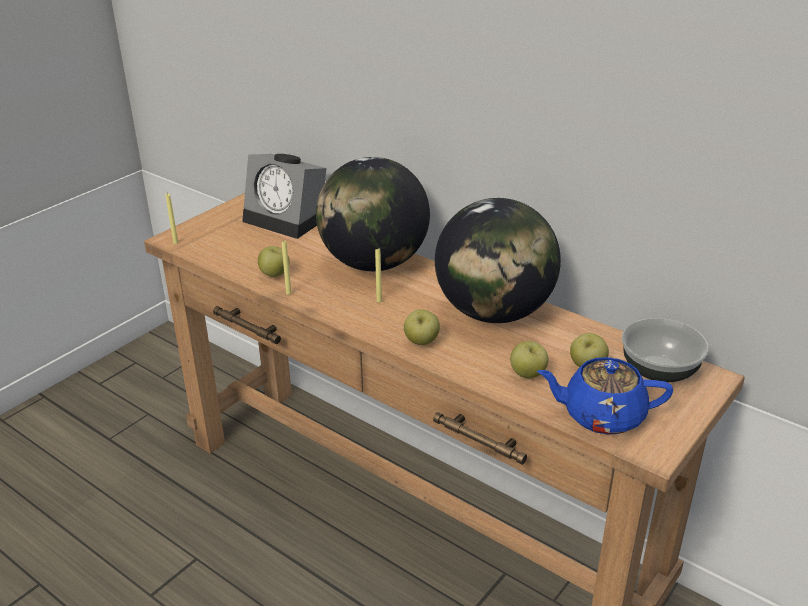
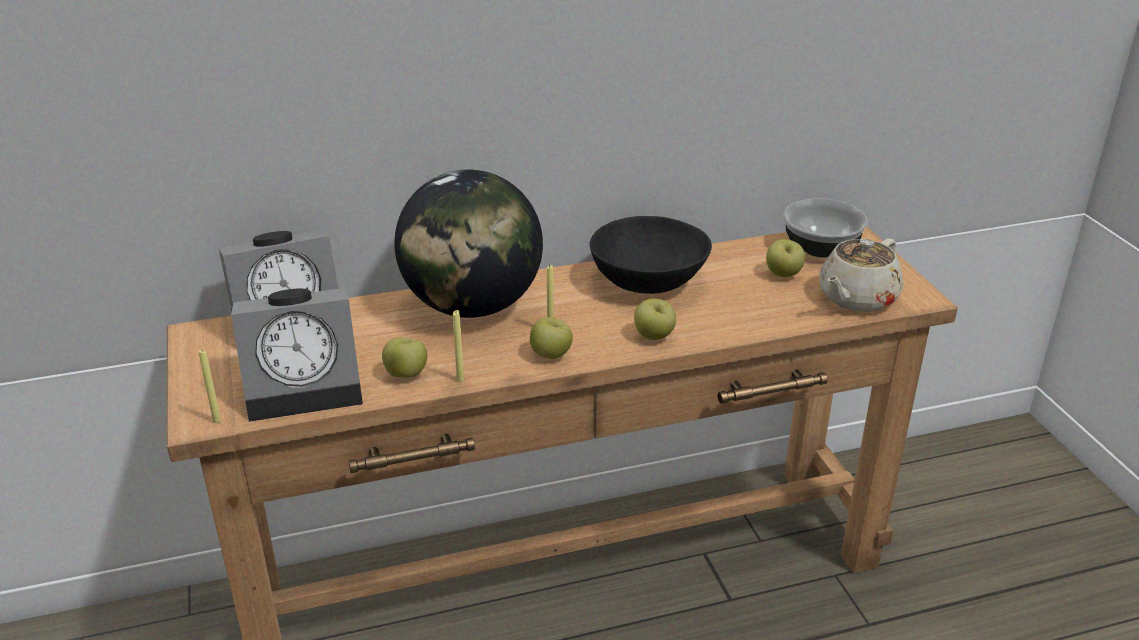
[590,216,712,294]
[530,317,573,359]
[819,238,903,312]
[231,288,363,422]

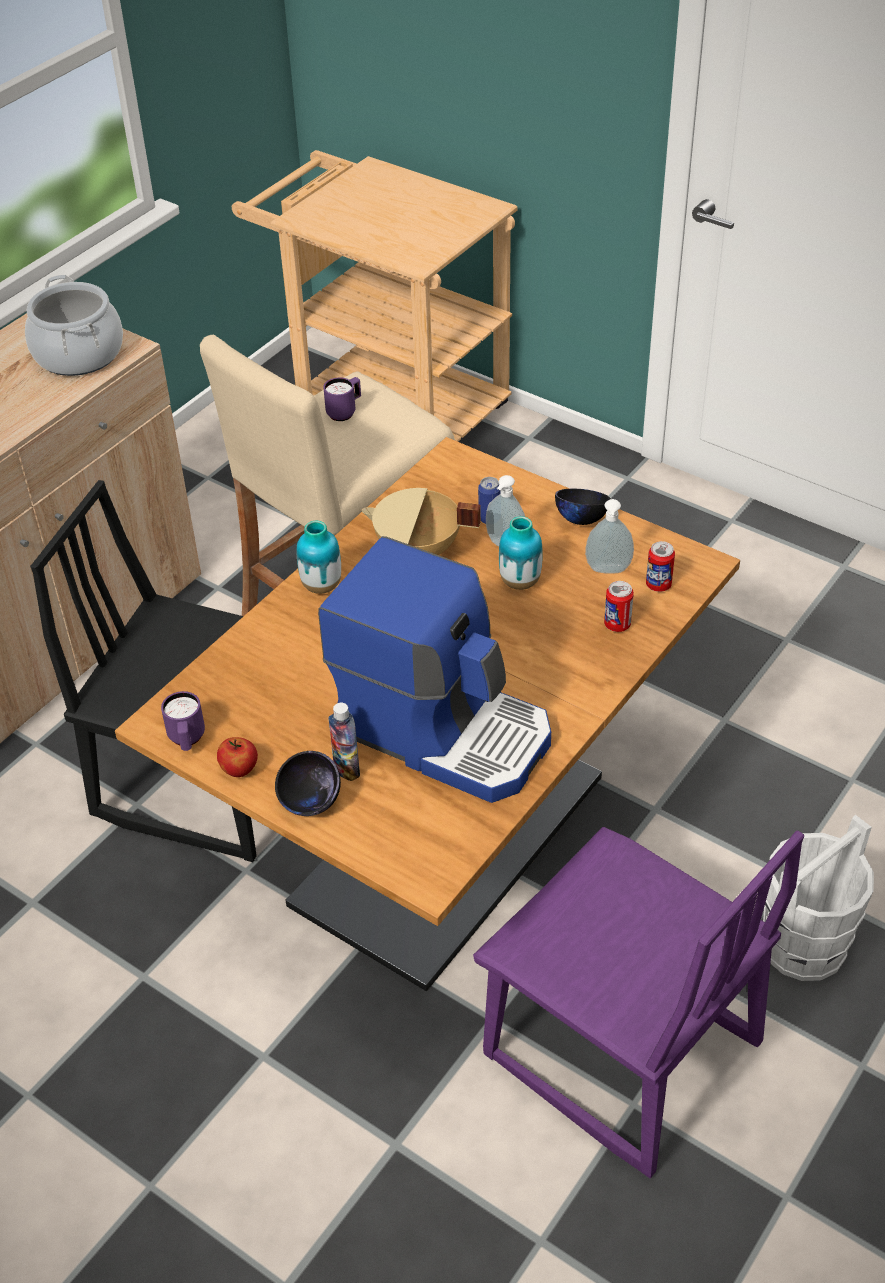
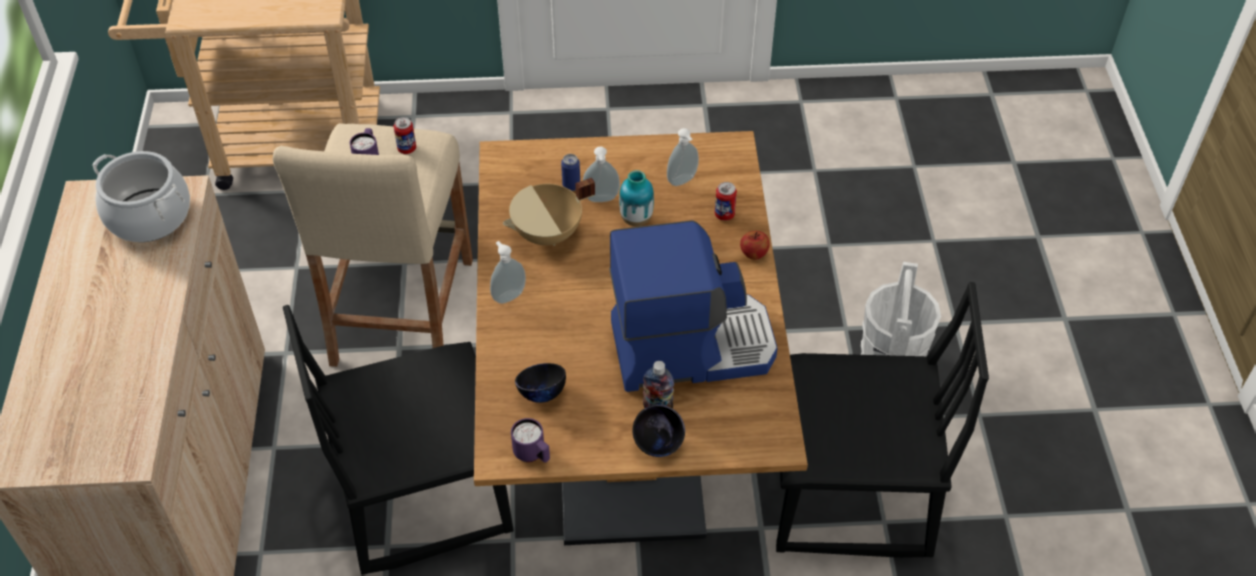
[515,363,566,403]
[490,241,526,304]
[394,117,416,154]
[740,231,770,260]
[776,282,989,558]

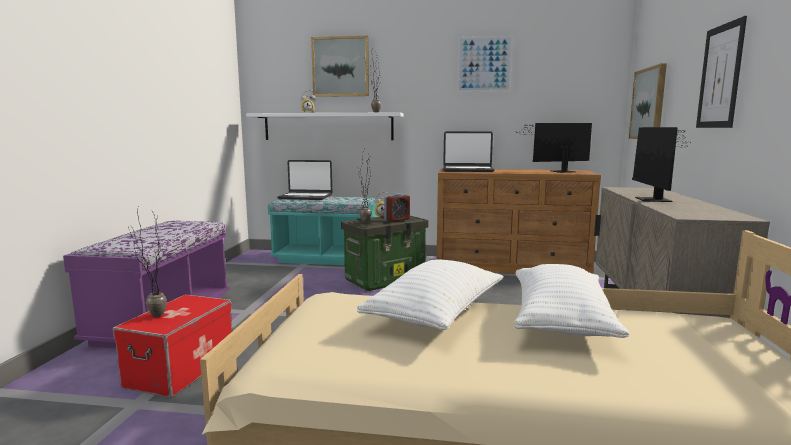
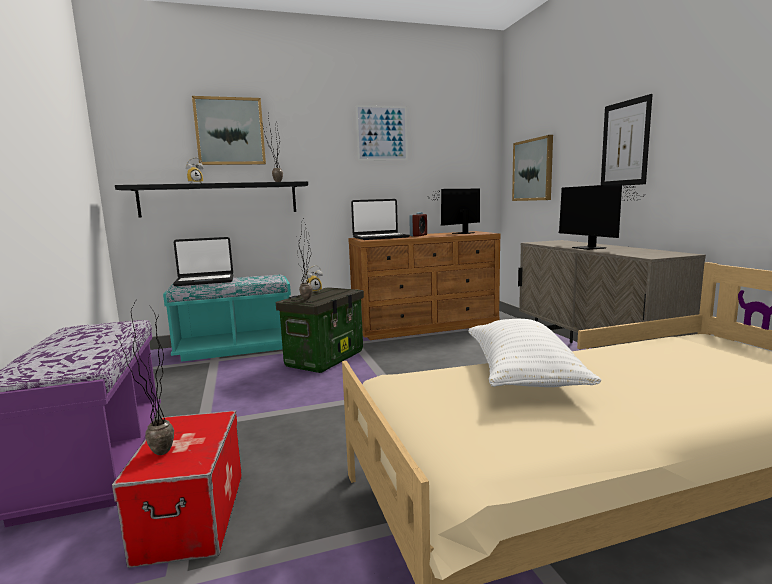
[115,181,308,218]
[409,212,427,236]
[514,264,630,338] (first image)

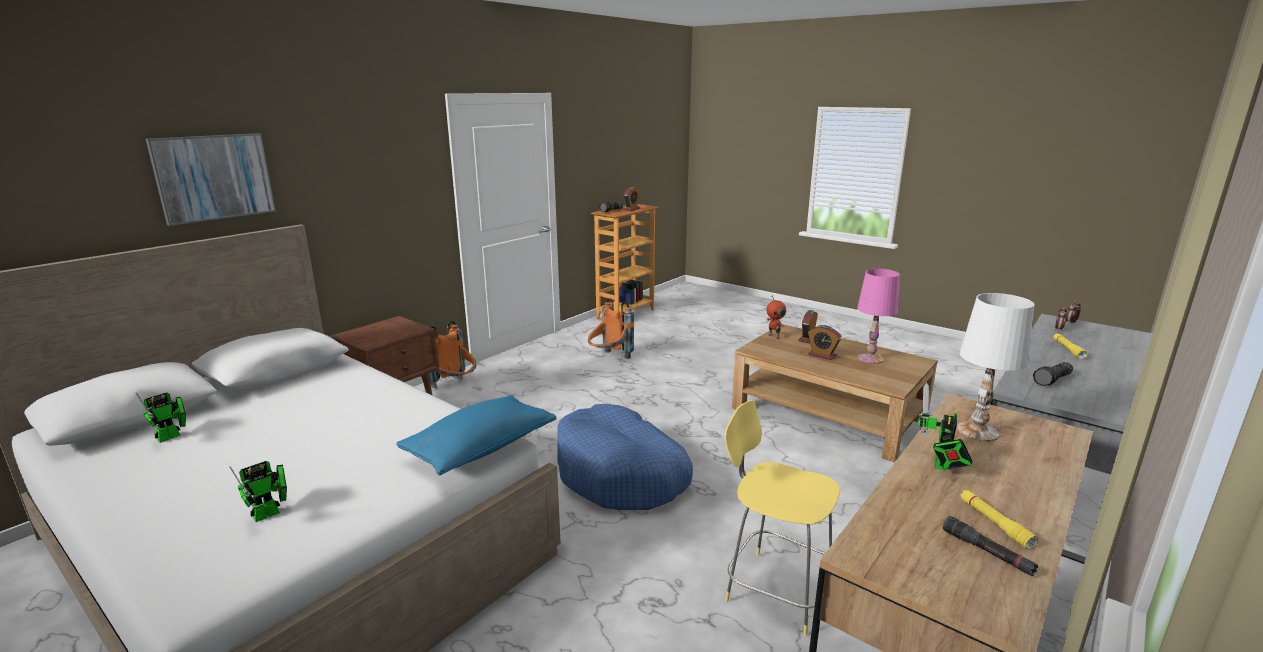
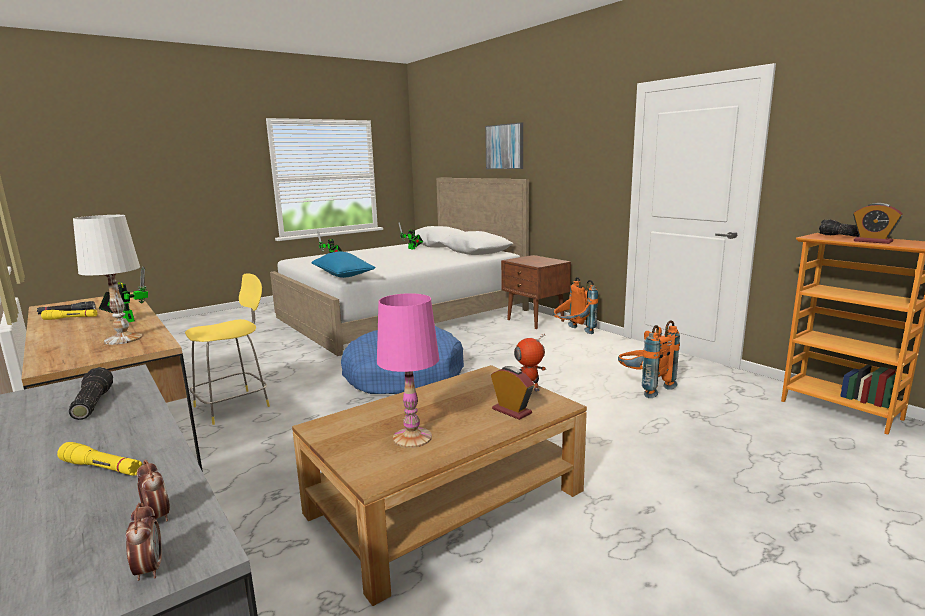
[808,325,842,360] (first image)

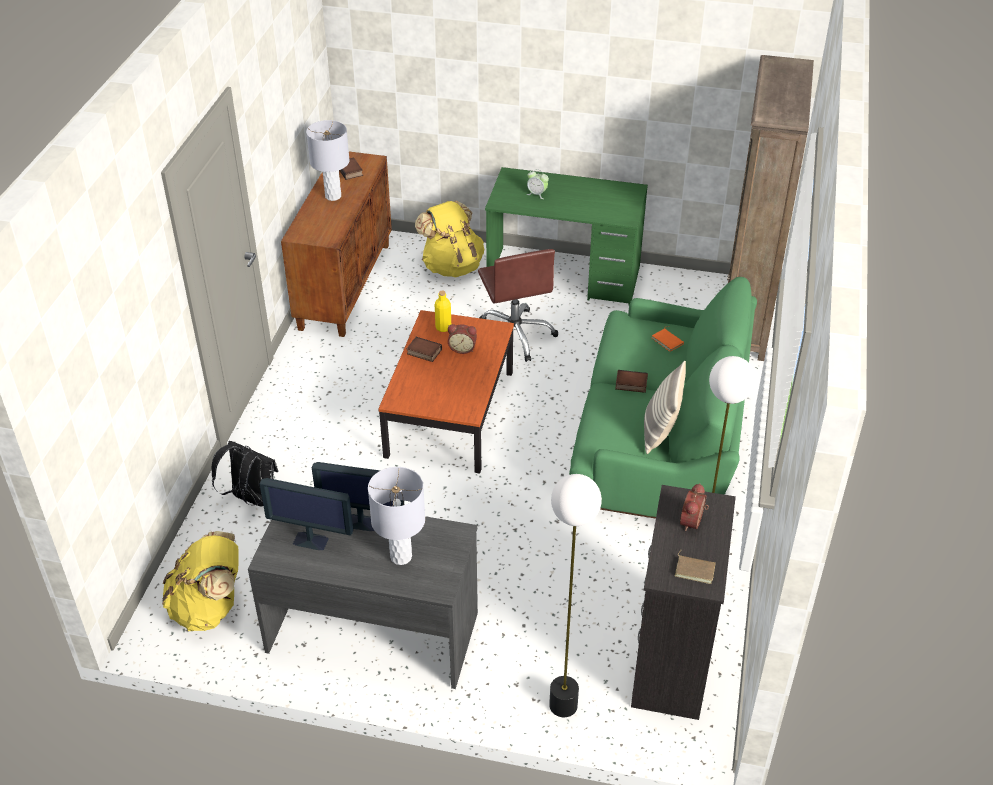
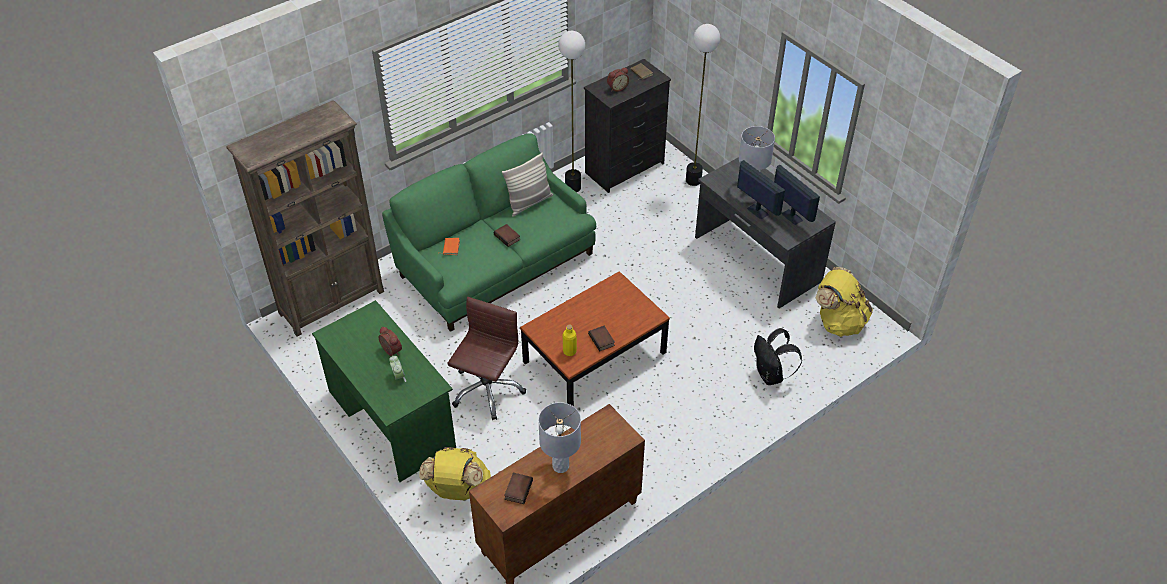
[378,327,402,356]

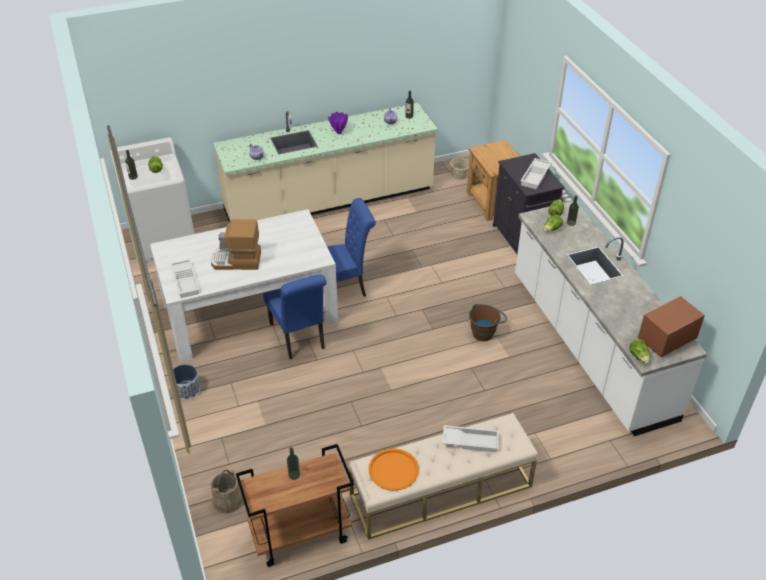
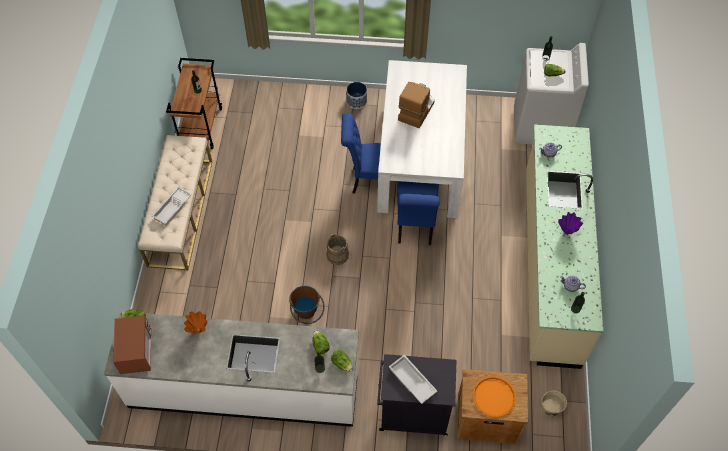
[171,259,199,298] (first image)
[473,376,516,417]
[326,234,349,265]
[184,311,207,334]

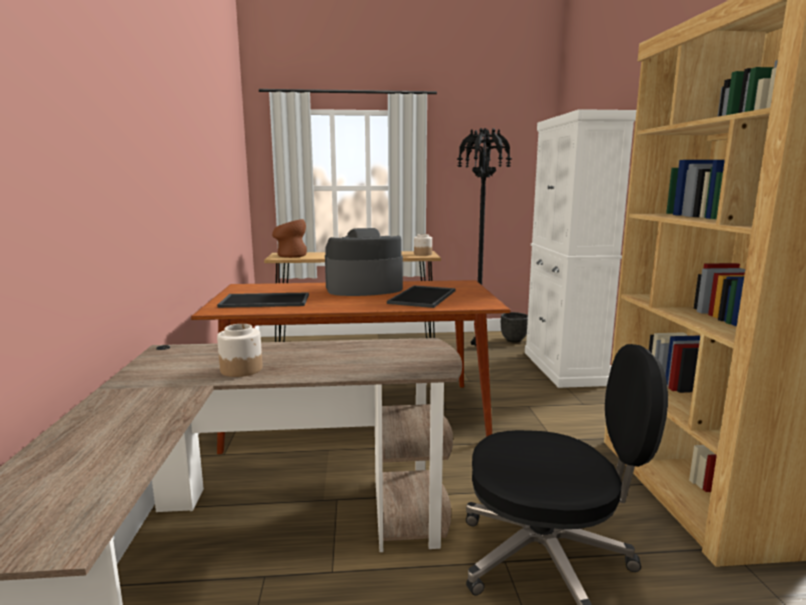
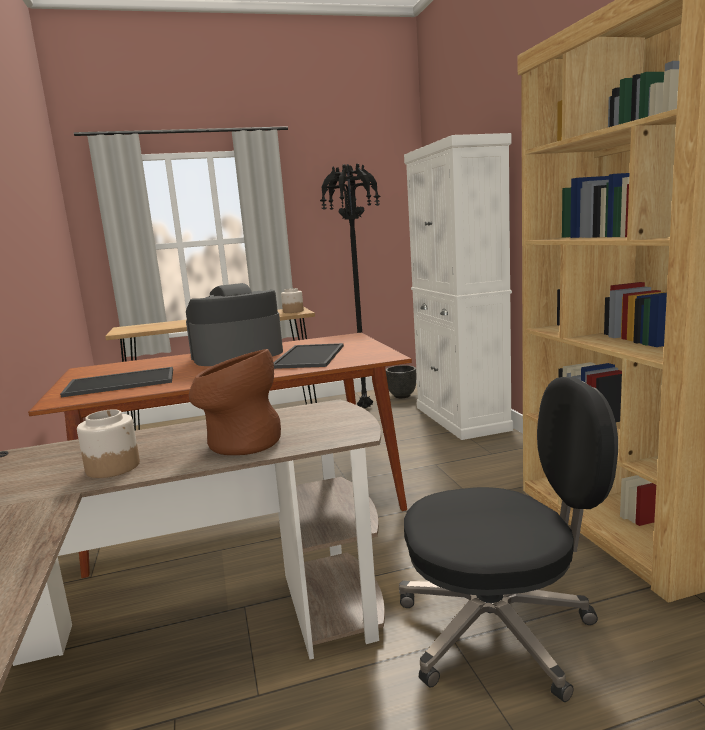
[189,349,281,455]

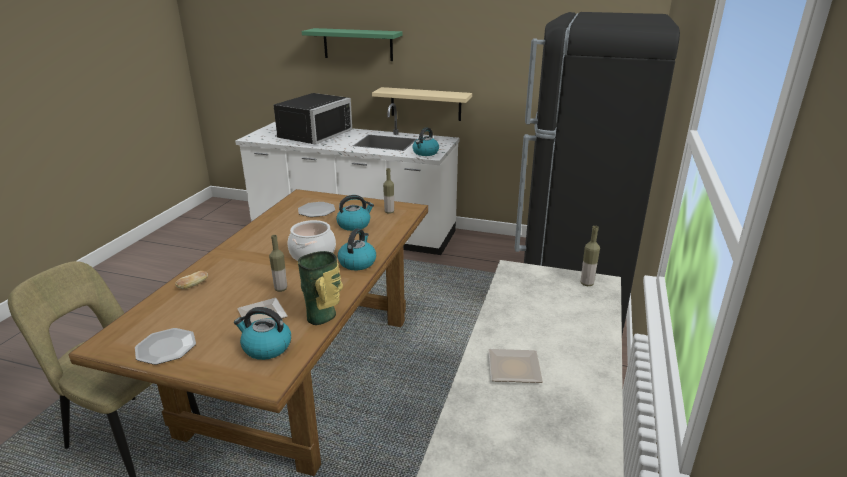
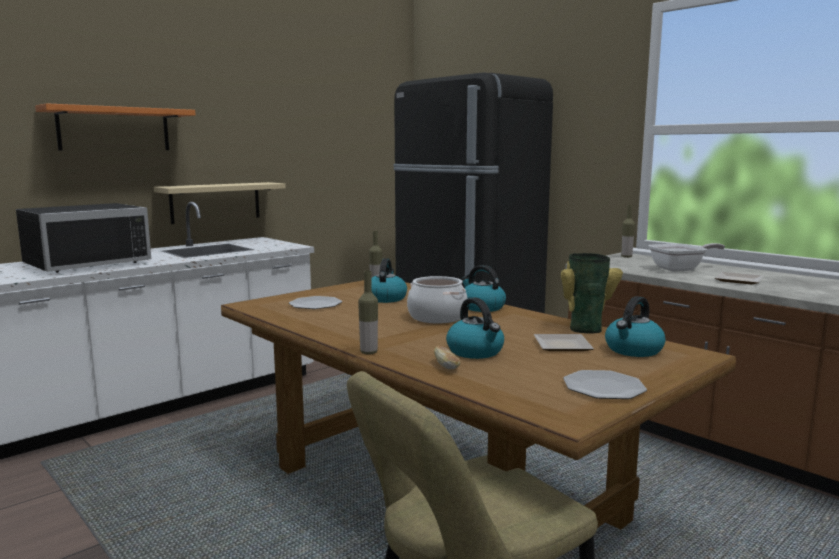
[35,103,196,150]
[16,203,151,273]
[446,297,504,359]
[358,271,378,355]
[649,243,725,272]

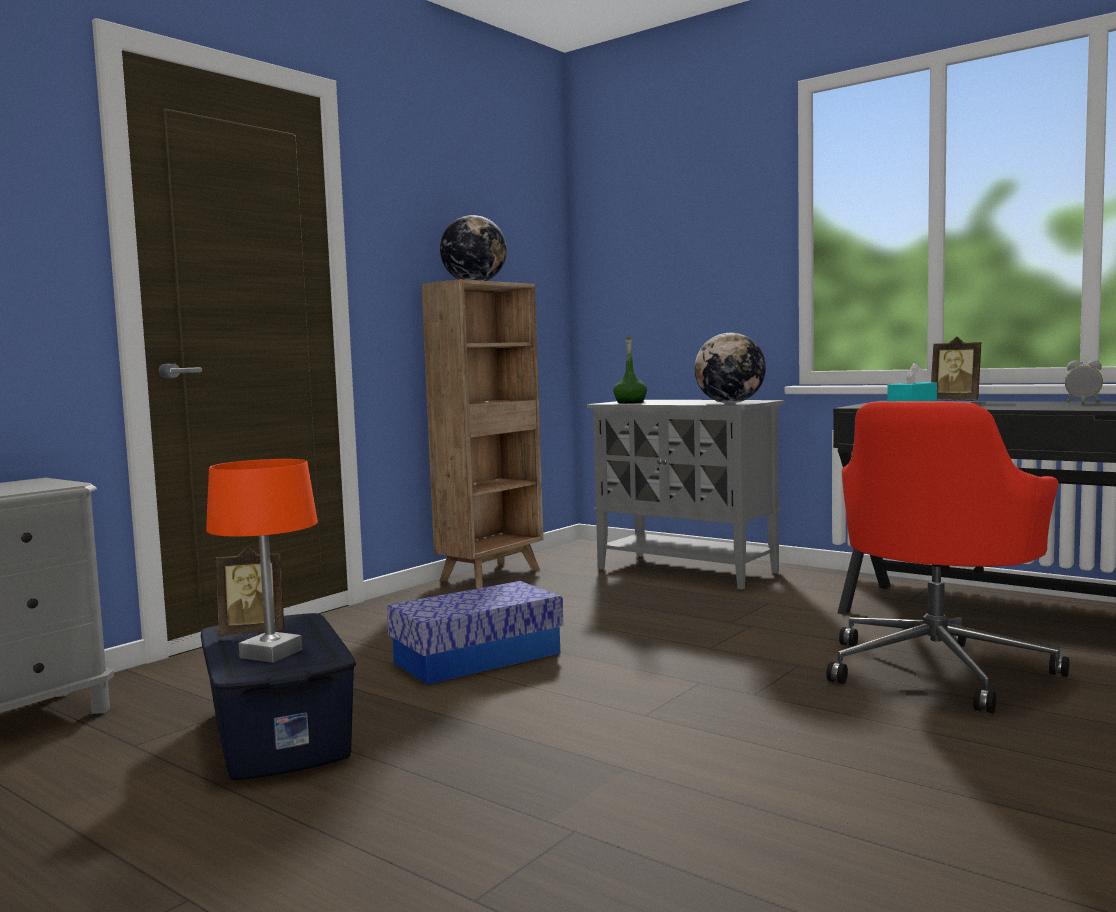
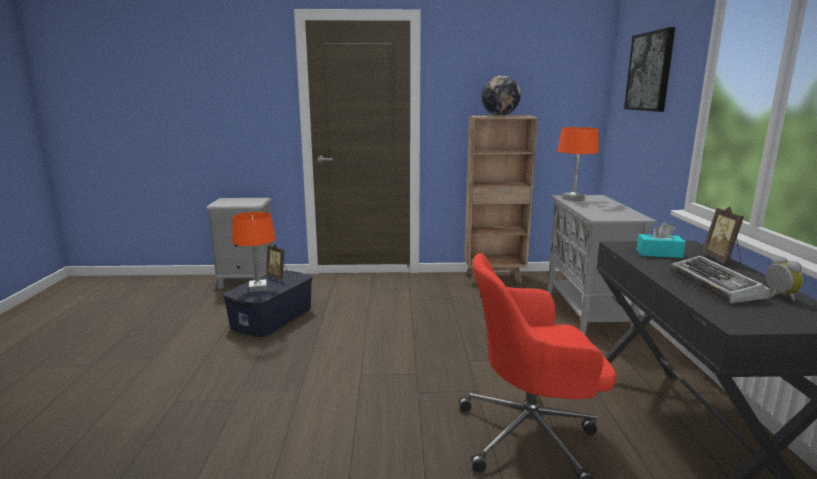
[695,333,766,403] (first image)
[558,127,599,202]
[387,581,563,685] (first image)
[624,27,675,112]
[671,256,772,303]

